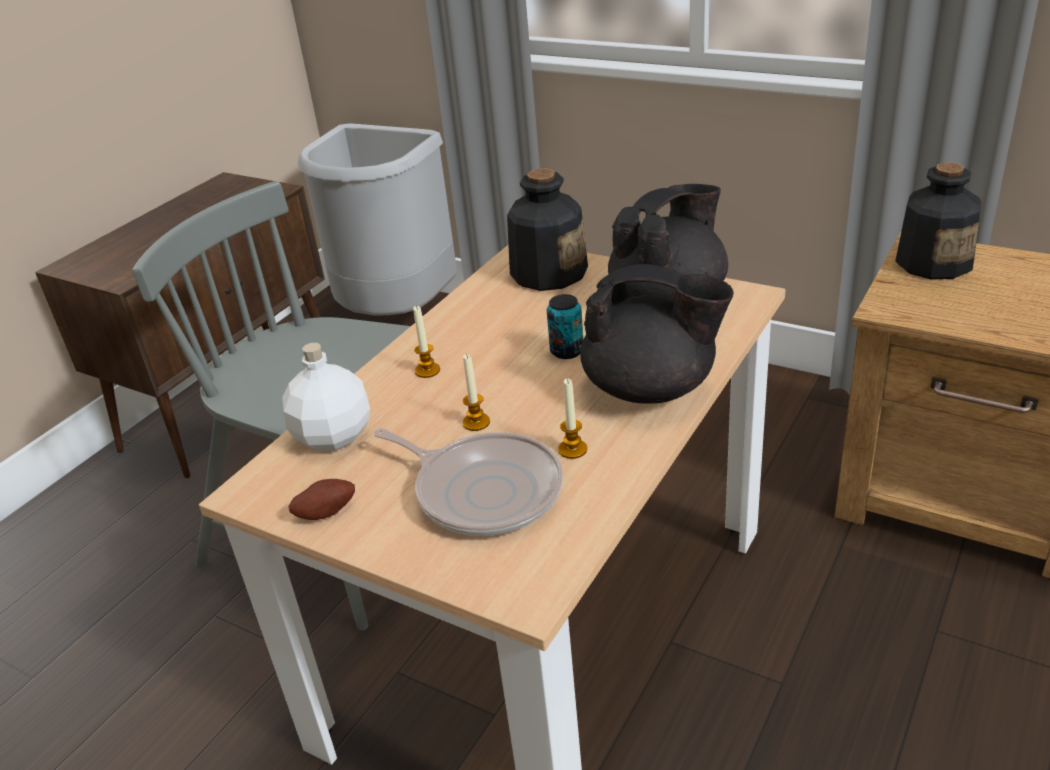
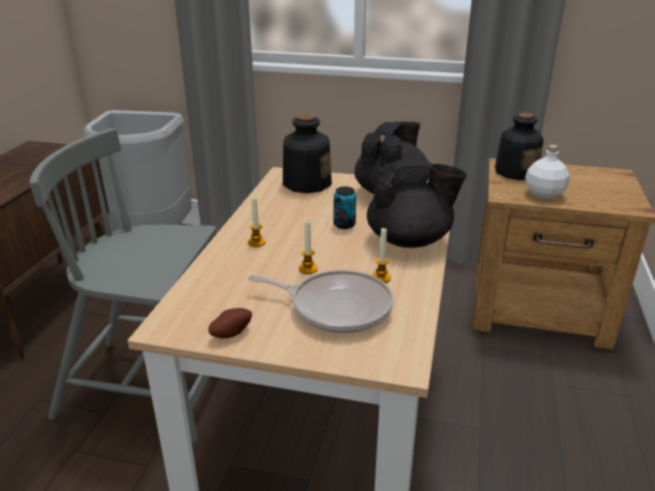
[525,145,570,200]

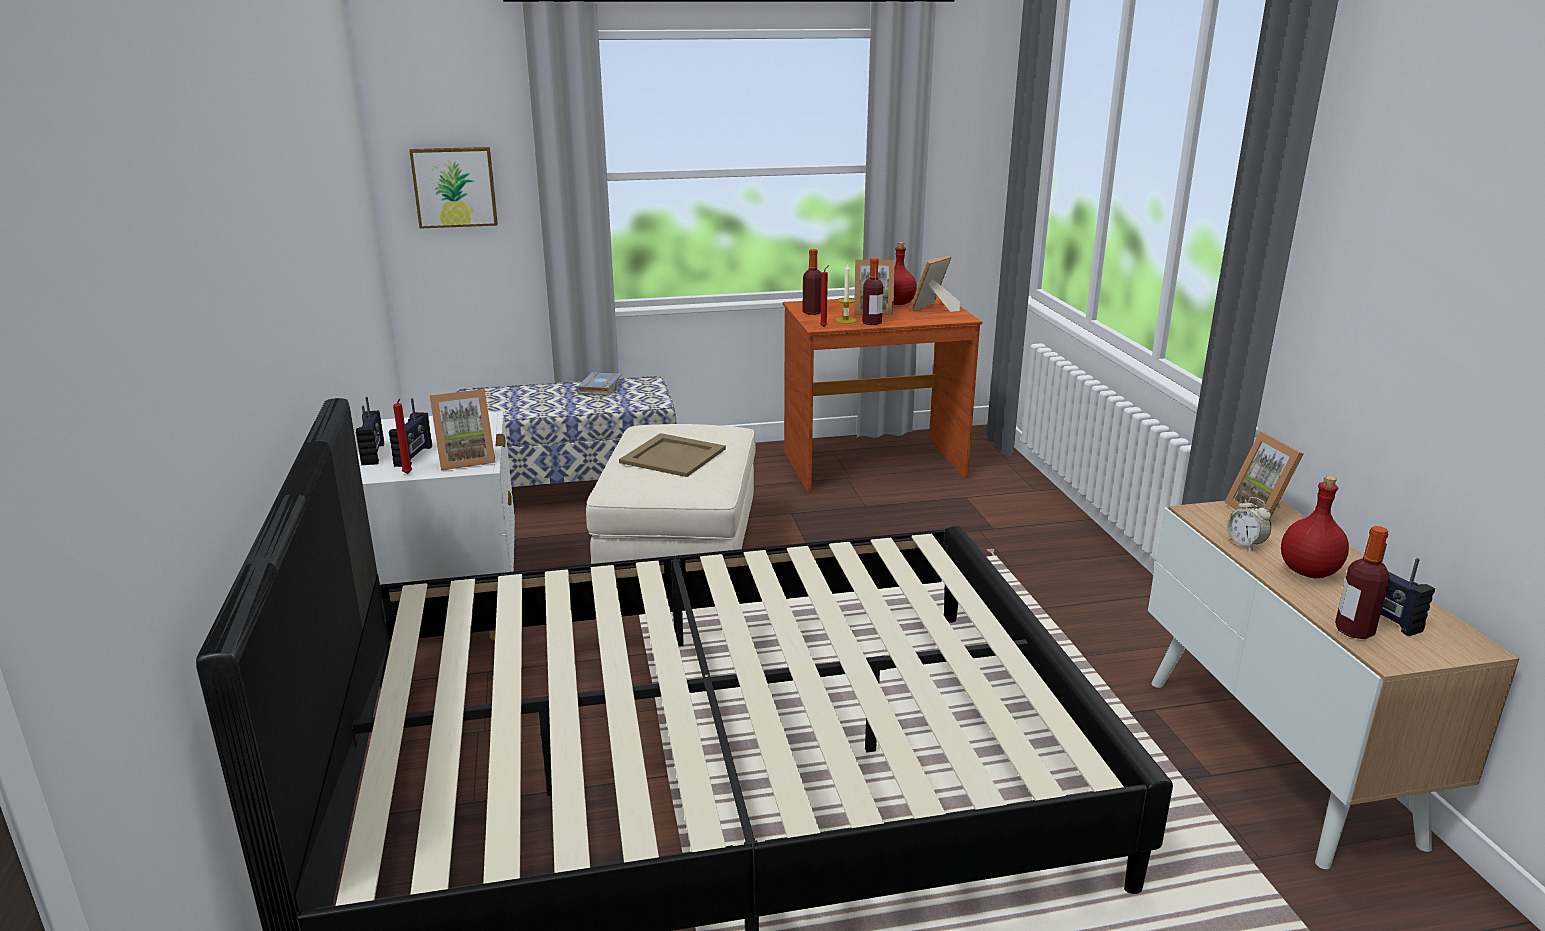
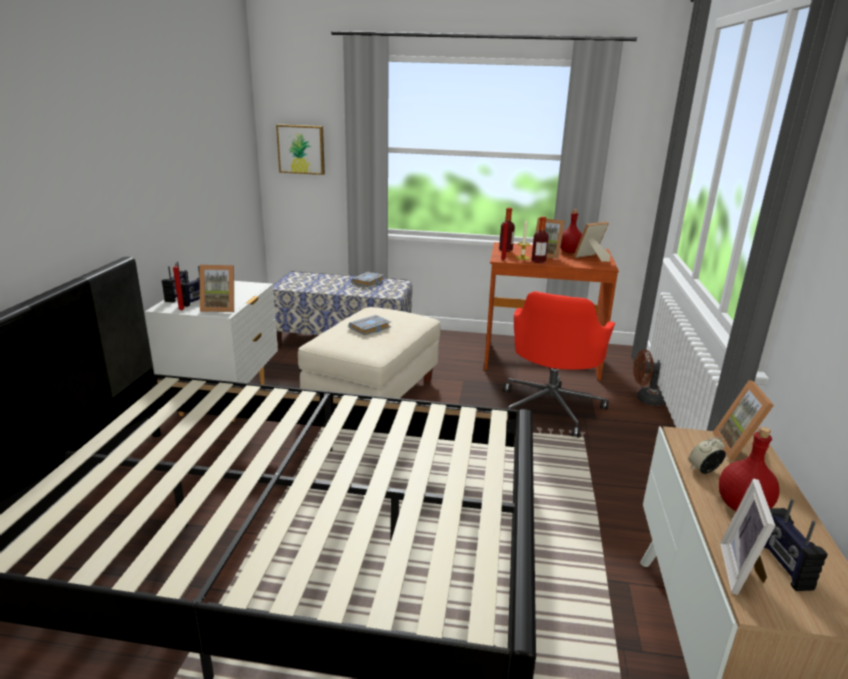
[349,315,391,335]
[689,437,726,474]
[720,479,776,595]
[503,291,615,438]
[633,349,665,406]

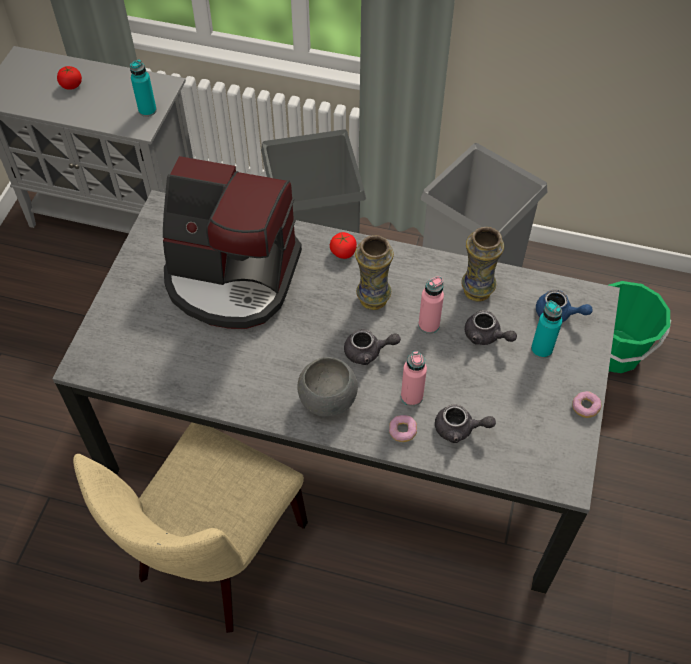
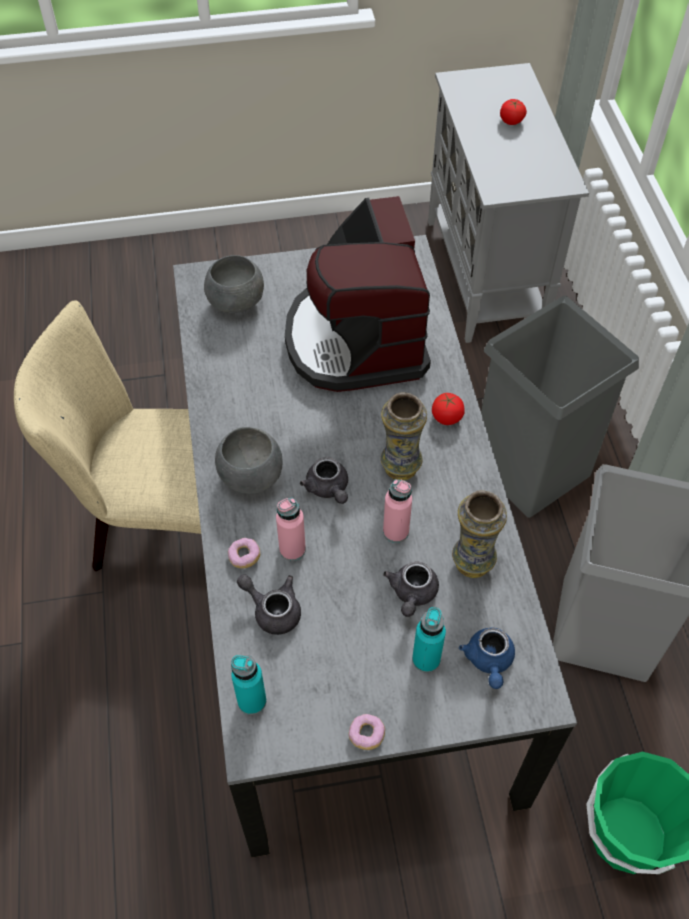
[231,655,266,715]
[237,574,301,635]
[204,255,264,313]

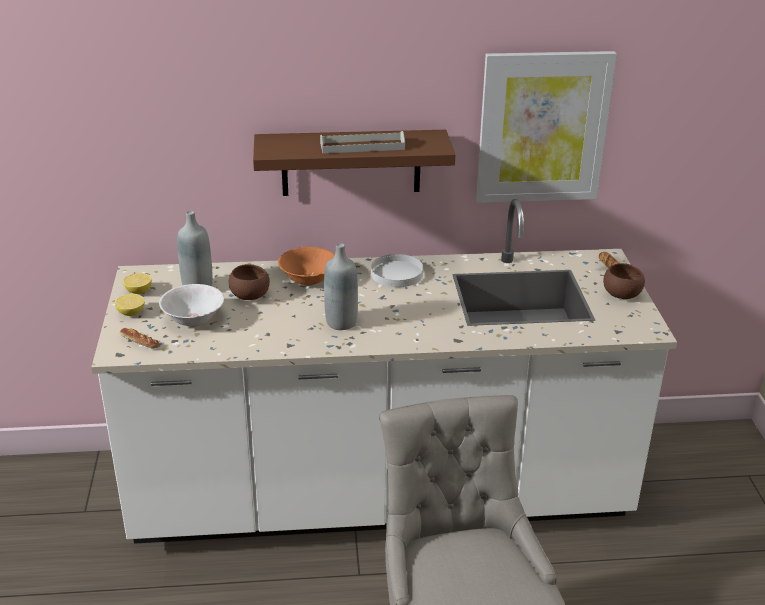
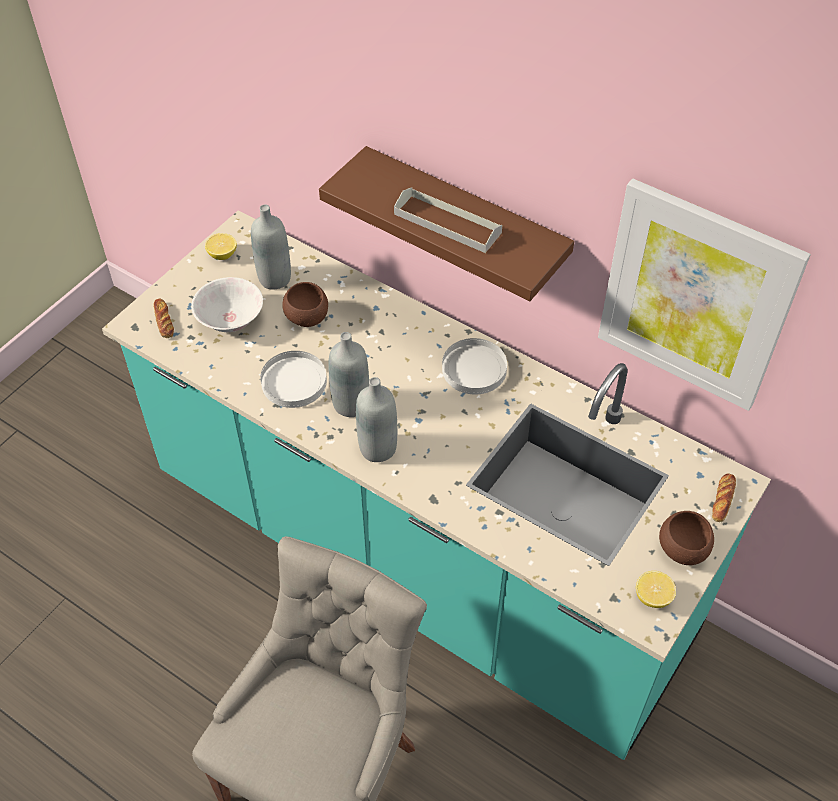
[102,210,771,760]
[278,247,335,286] (first image)
[636,571,676,608]
[260,351,327,408]
[356,377,397,462]

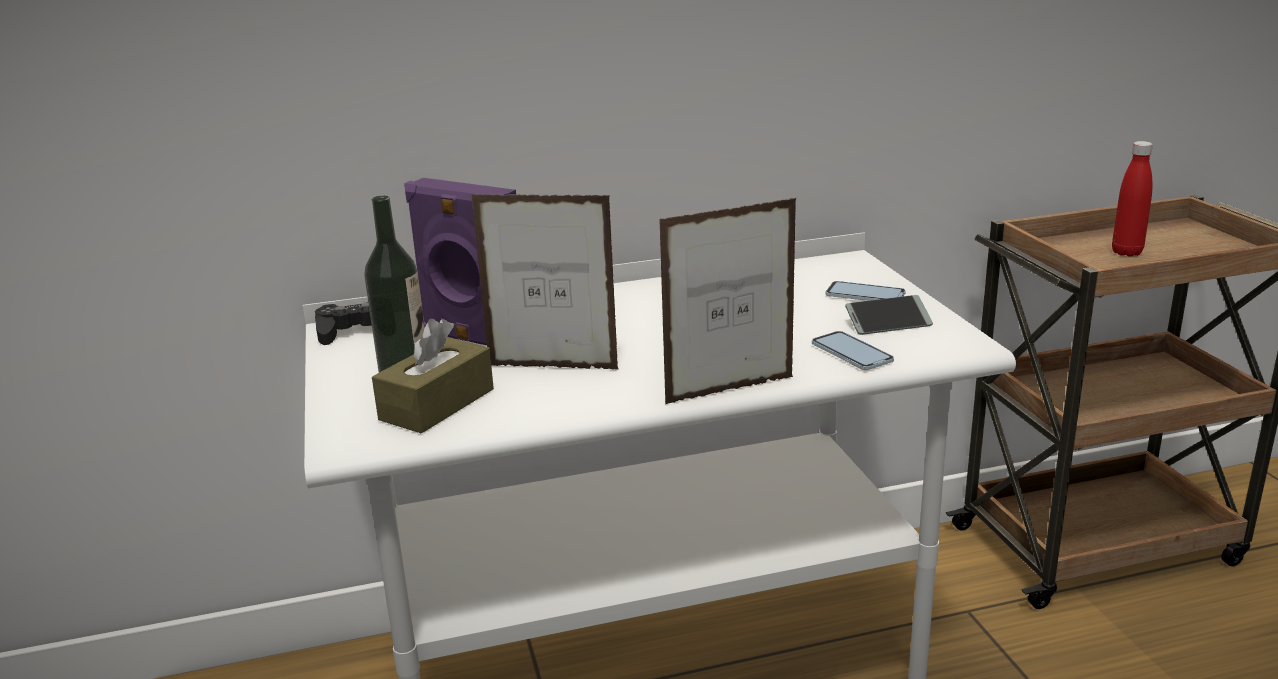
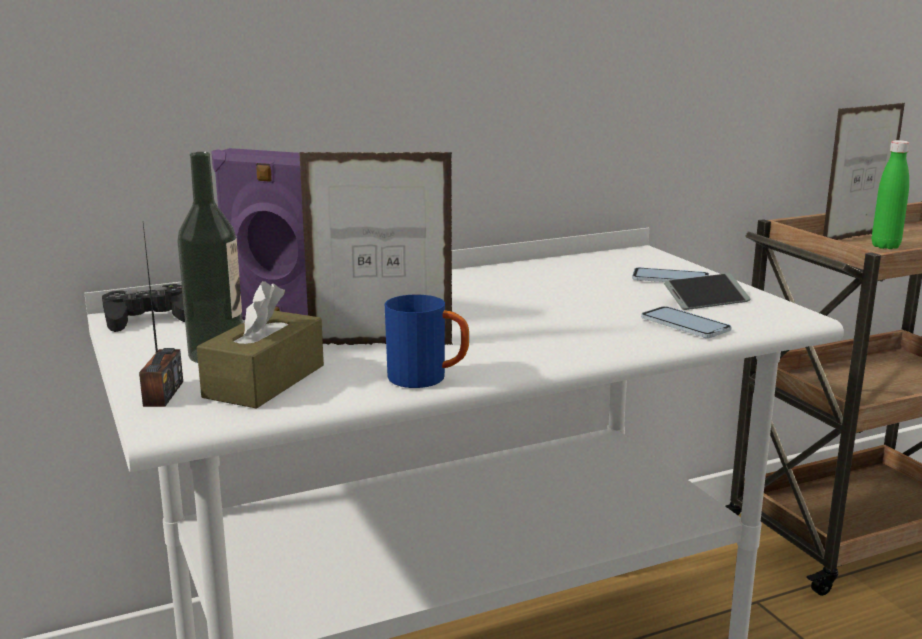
[872,140,909,249]
[823,103,905,240]
[139,224,183,407]
[385,294,469,388]

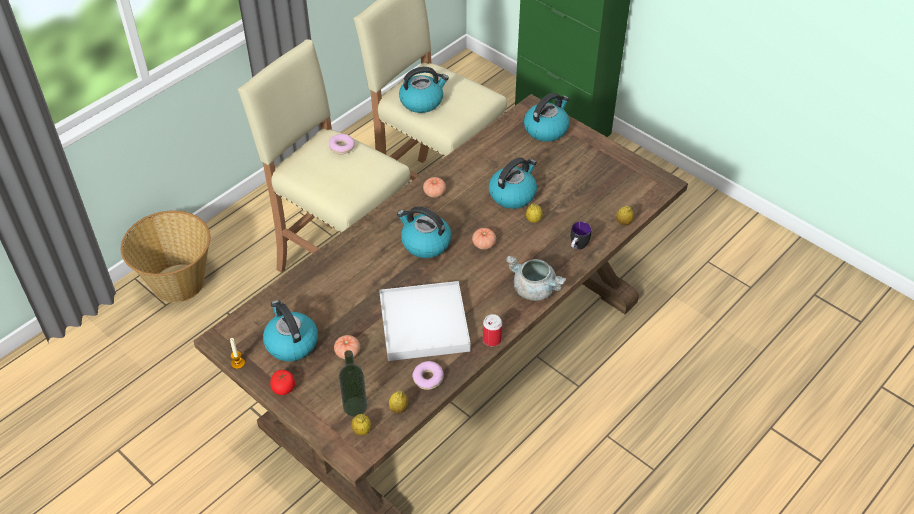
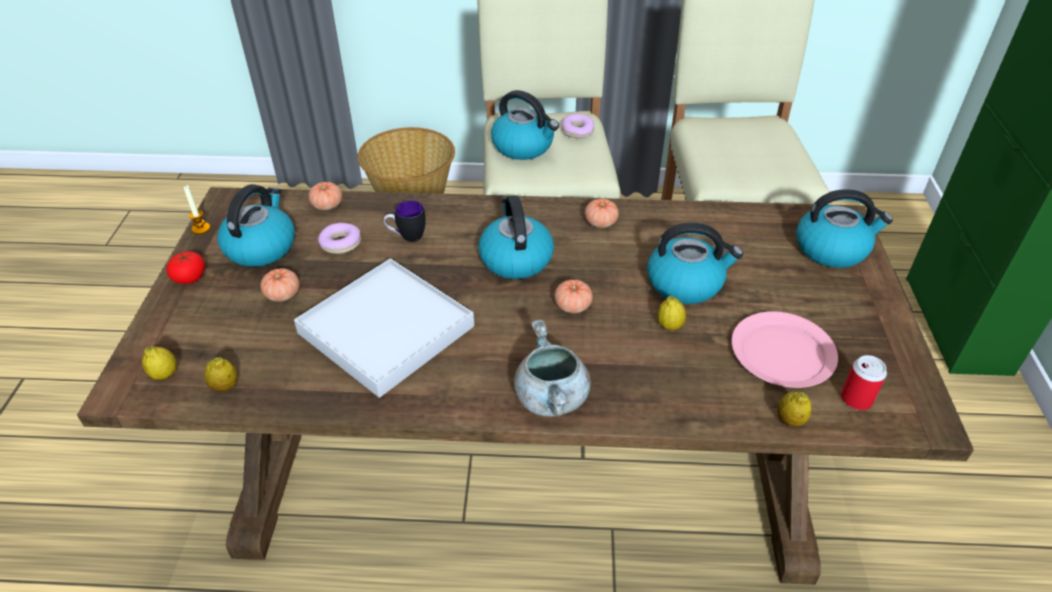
[491,90,559,160]
[384,201,426,242]
[841,355,887,410]
[339,350,367,417] (first image)
[318,223,361,254]
[309,182,342,210]
[731,312,838,388]

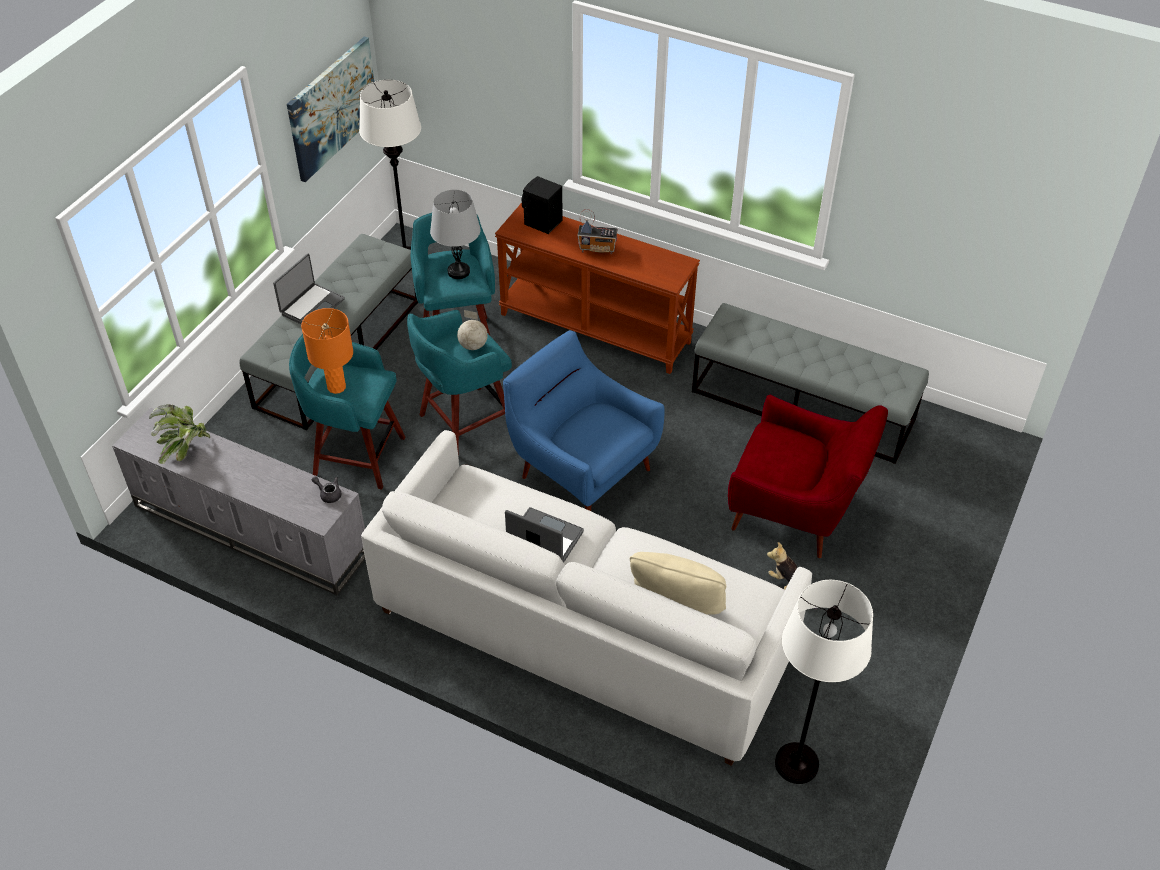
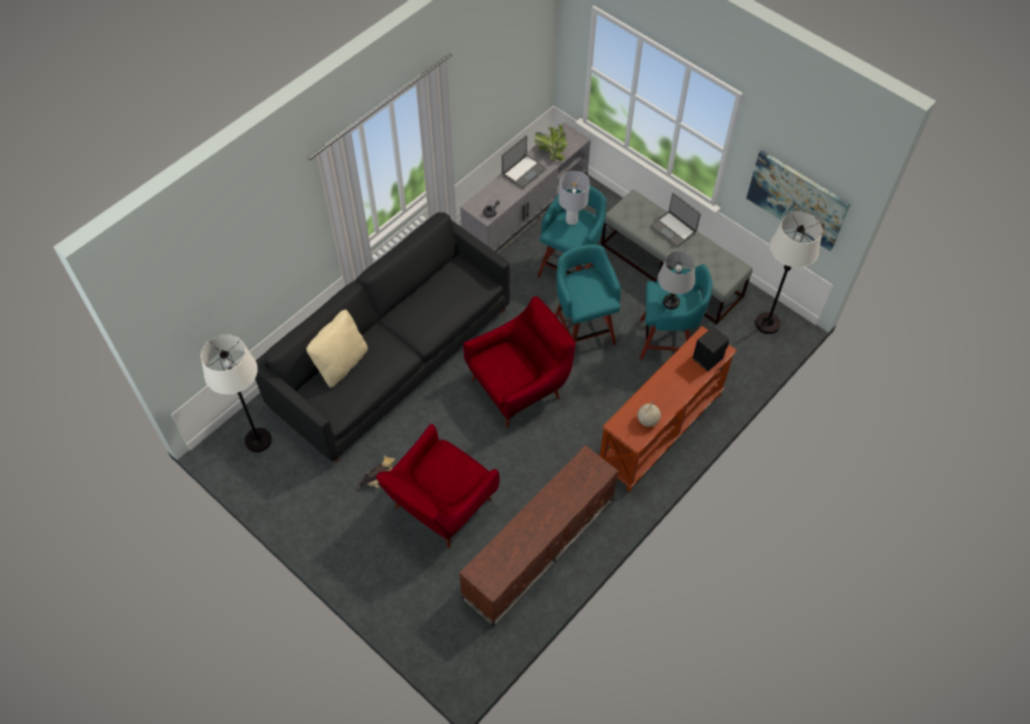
[577,209,618,254] (first image)
[459,445,618,627]
[558,171,590,225]
[638,400,661,427]
[463,296,576,428]
[255,212,510,463]
[502,136,546,189]

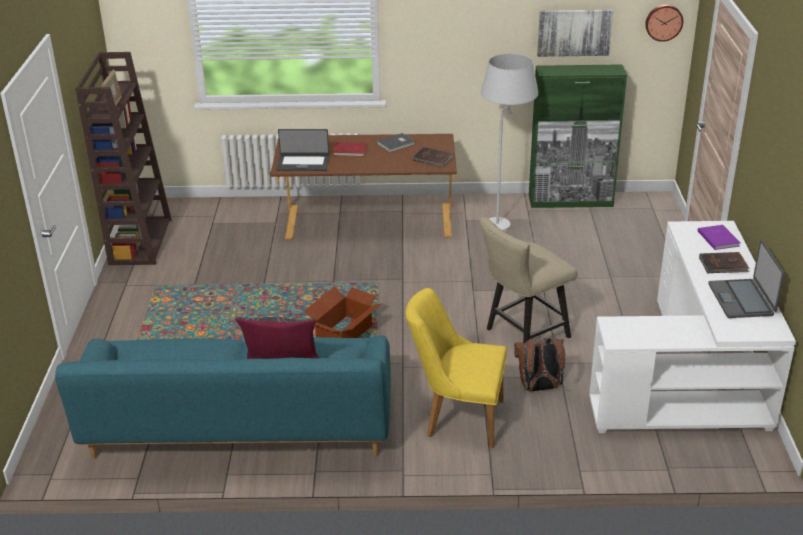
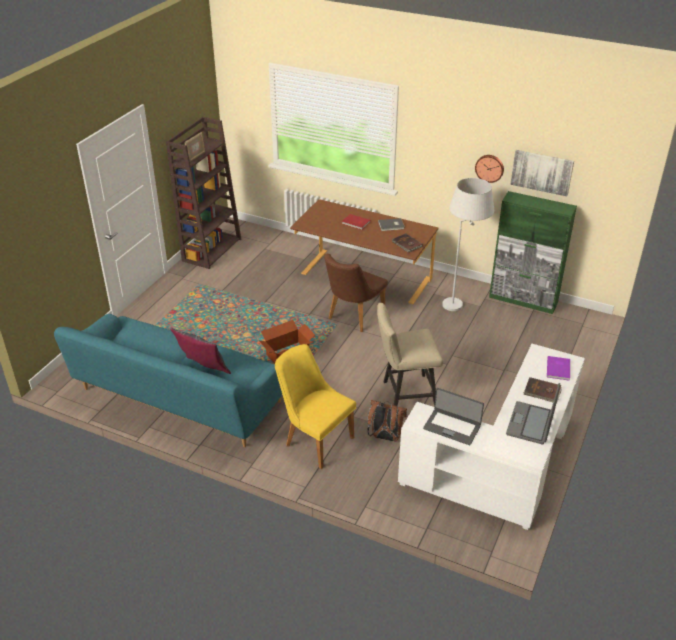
[475,155,504,183]
[423,388,484,445]
[324,254,388,332]

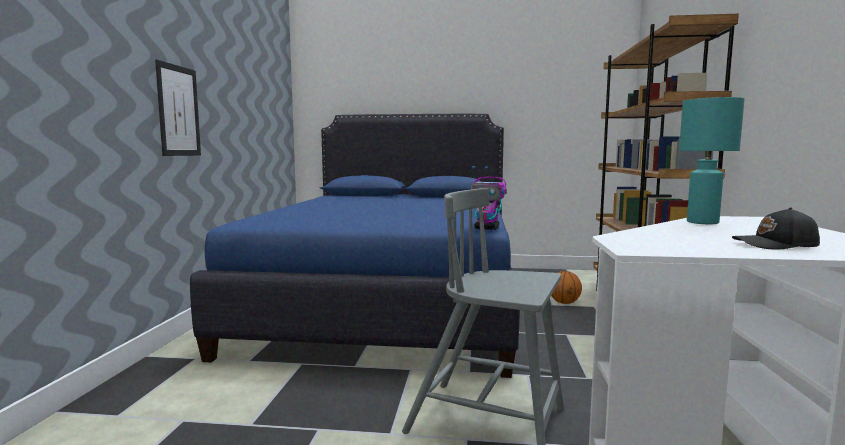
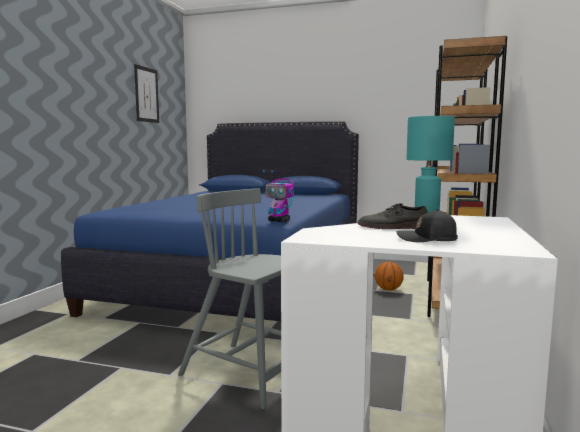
[134,64,159,123]
[357,203,428,229]

